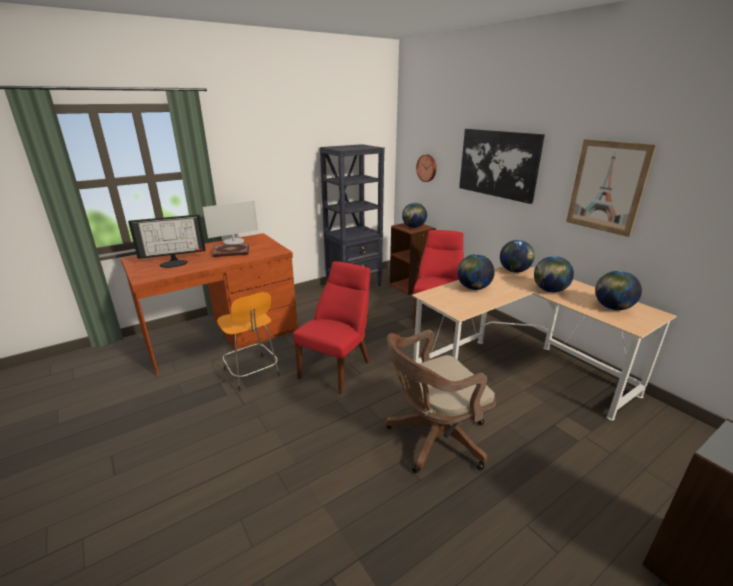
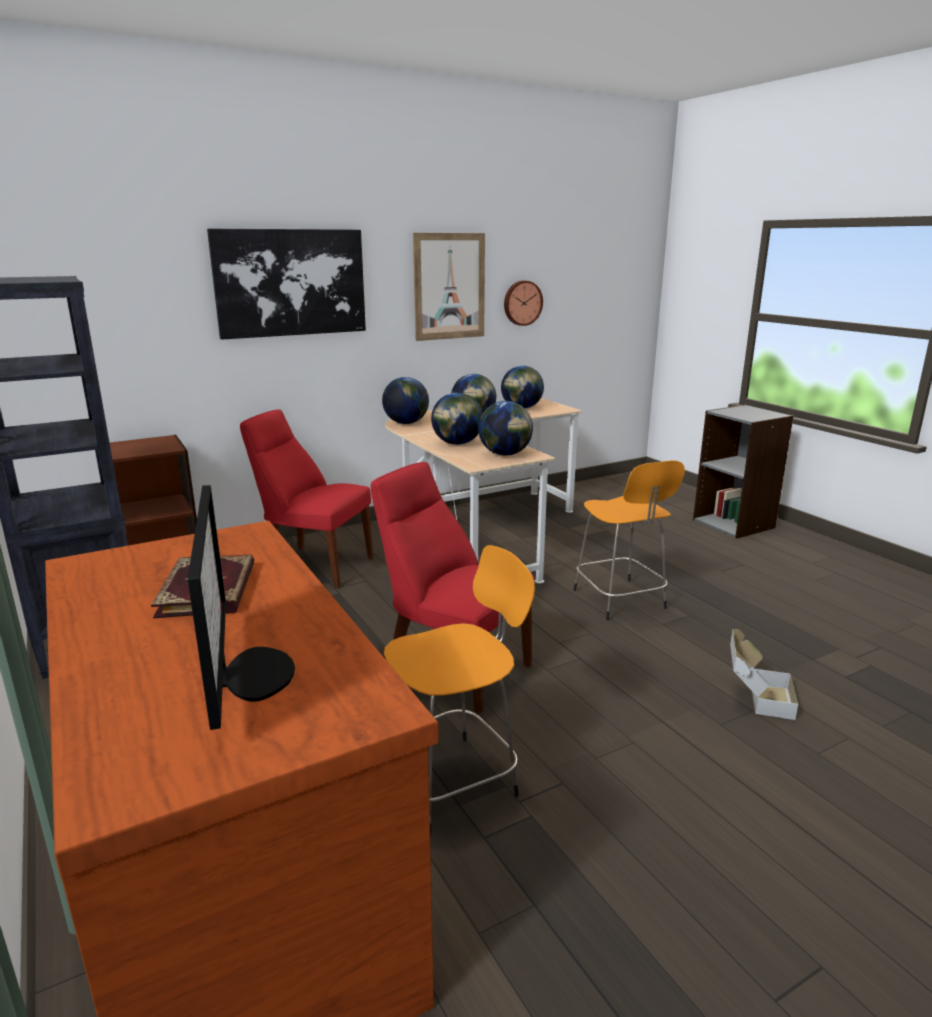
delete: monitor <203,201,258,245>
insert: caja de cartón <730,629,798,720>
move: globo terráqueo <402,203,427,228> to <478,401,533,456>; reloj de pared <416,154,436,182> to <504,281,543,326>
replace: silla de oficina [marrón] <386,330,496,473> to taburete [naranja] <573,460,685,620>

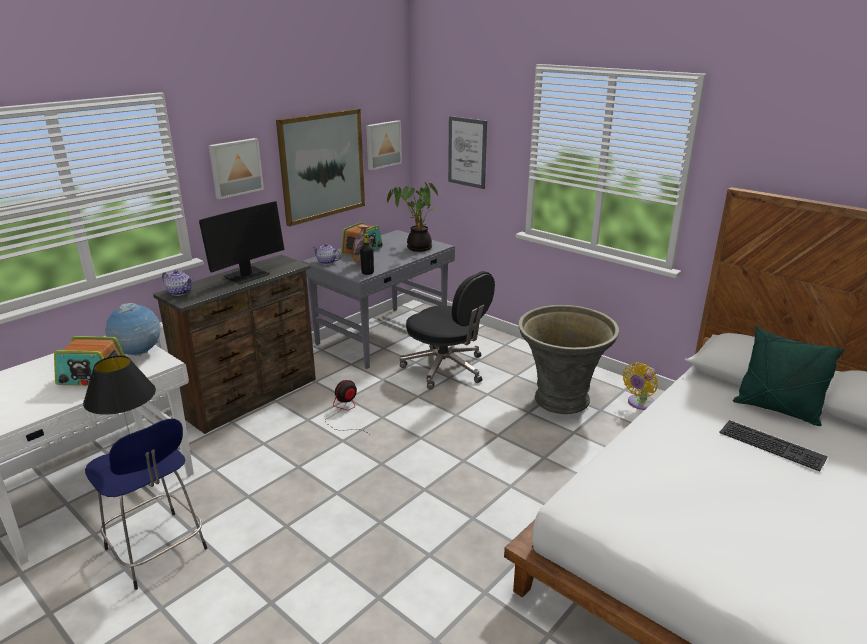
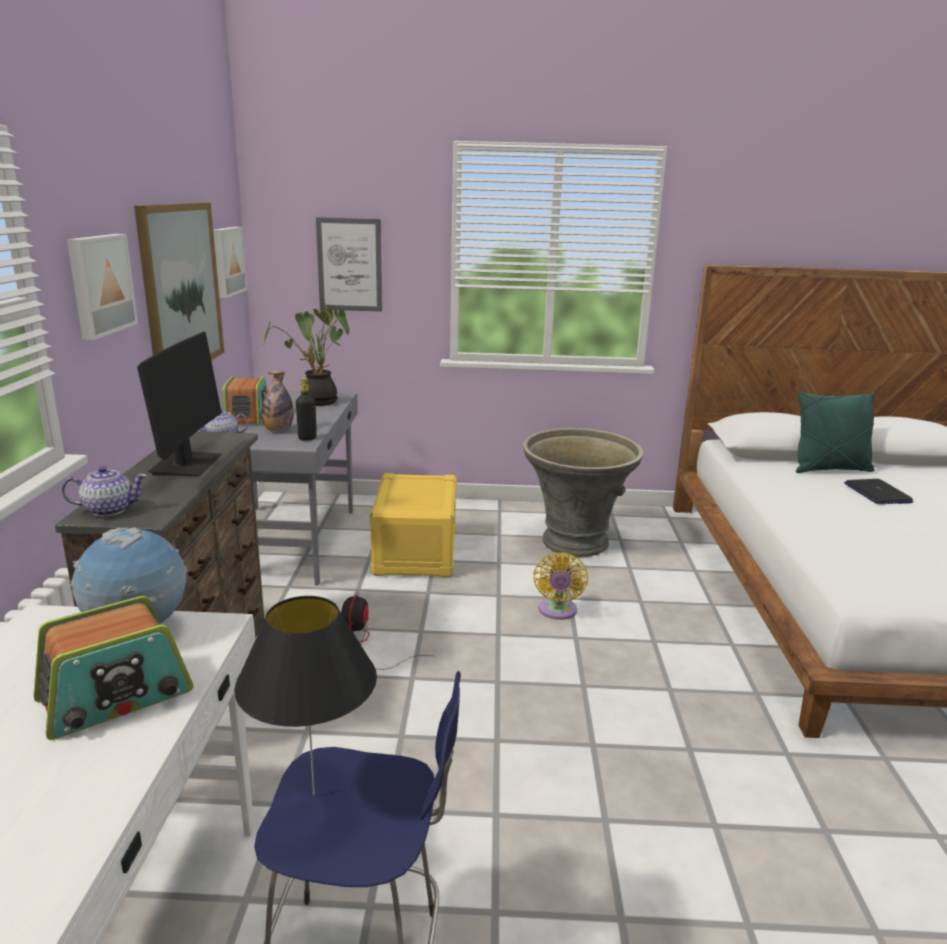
move: ventilador [amarillo] <623,362,658,410> to <533,552,588,620>
replace: silla de oficina [negro] <400,271,495,389> to caja de almacenaje [amarillo] <370,473,457,577>; teclado <719,420,828,471> to portátil <844,479,913,504>

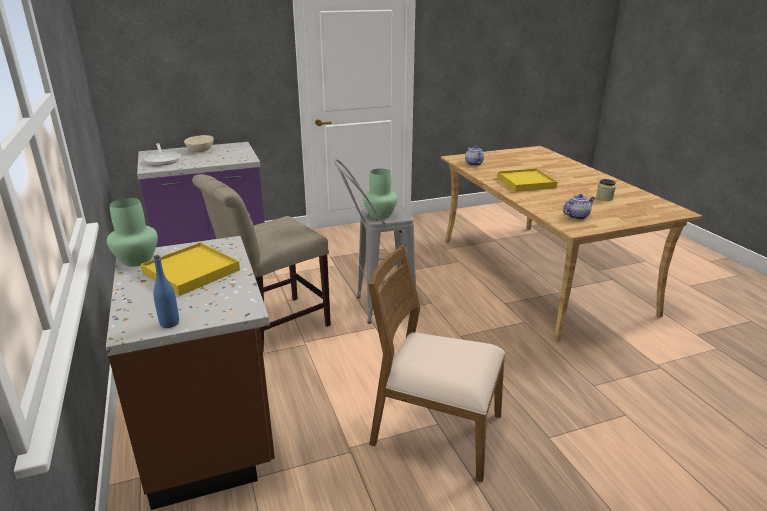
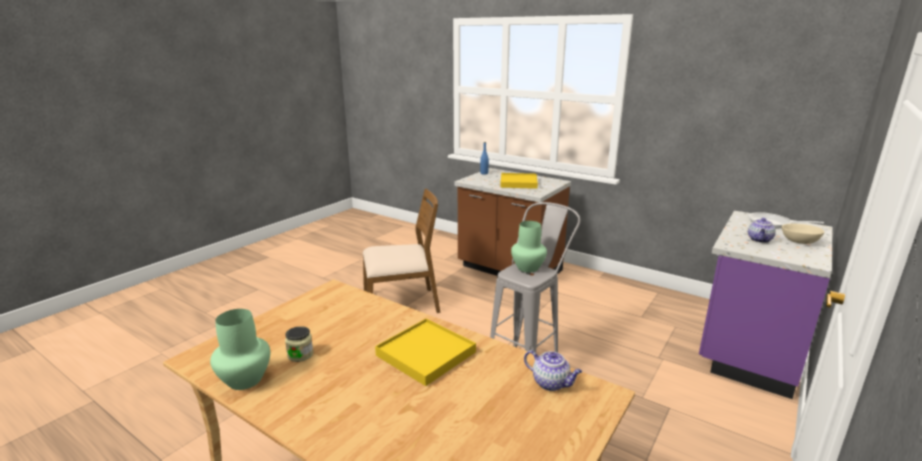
delete: silla [beis] <192,174,331,350>
move: florero [verde] <107,198,158,267> to <210,309,270,390>; tetera <563,194,595,220> to <748,218,776,243>

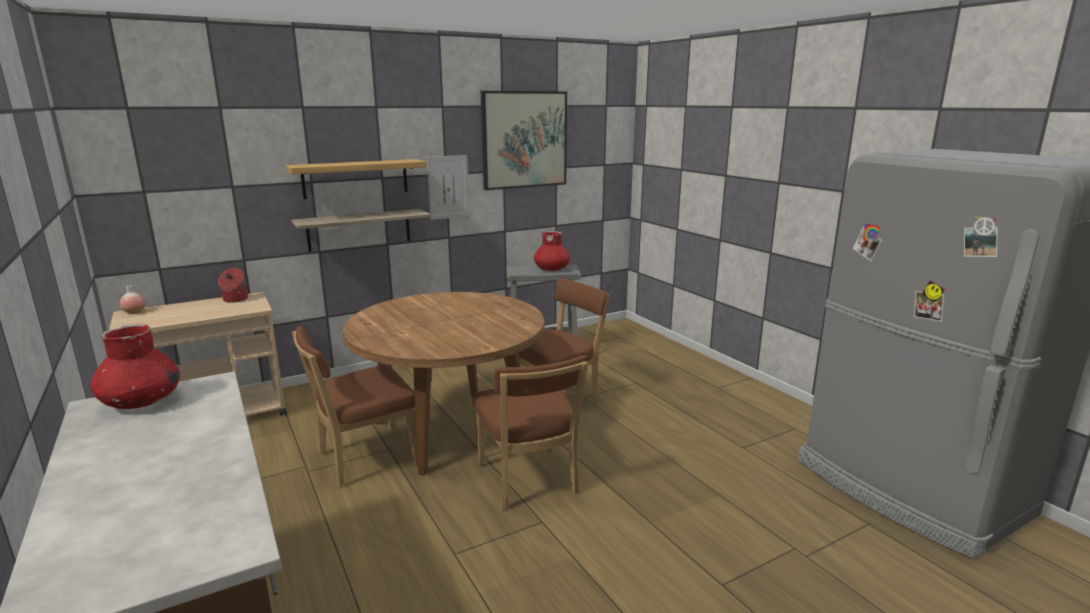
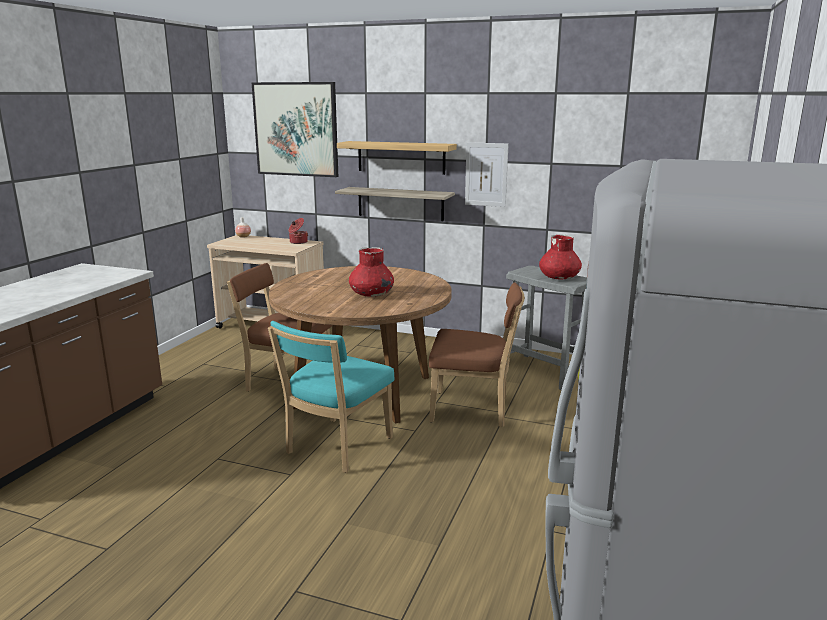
move: florero [rojo] <90,324,180,409> to <349,247,394,297>; cuadro <481,91,567,190> to <251,82,338,177>
recolor: silla [marrón] <473,355,588,509> to silla [turquesa] <268,321,395,473>

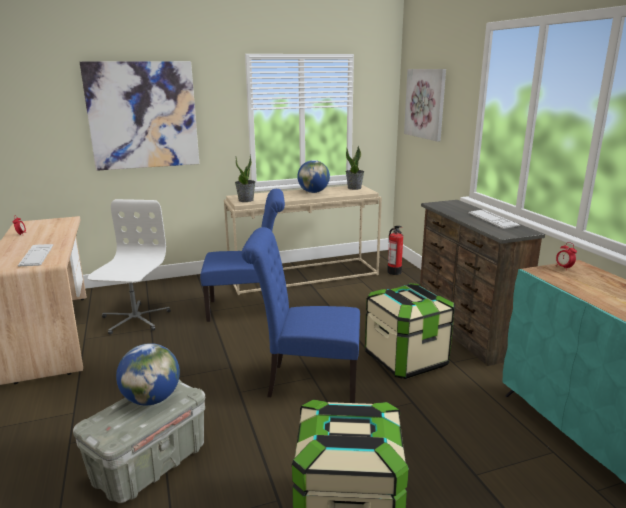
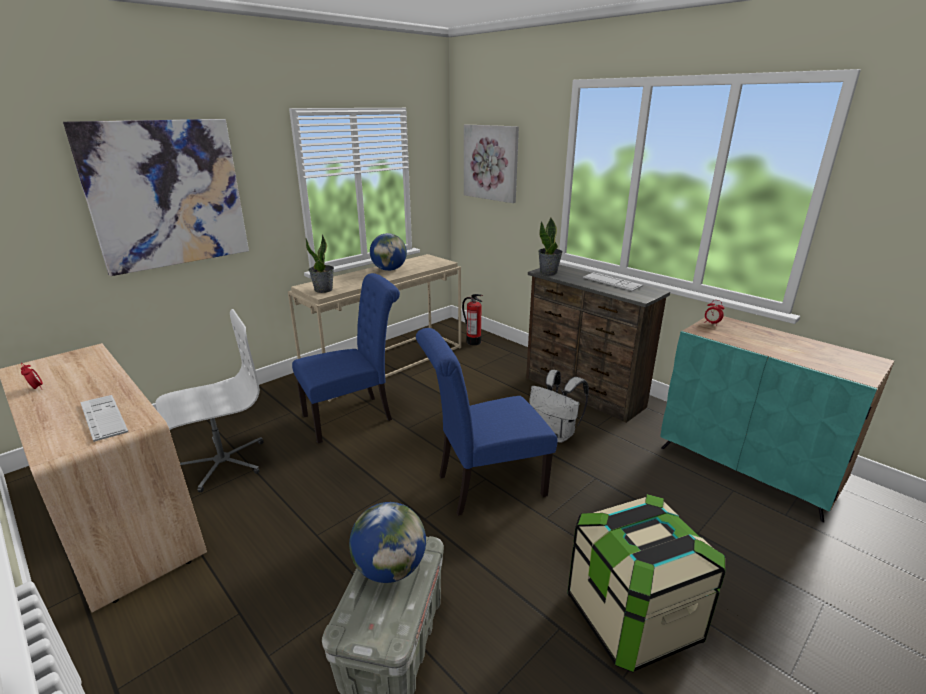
move: planta en maceta <346,145,364,190> to <538,218,563,275>
replace: caja de almacenaje <365,283,455,379> to mochila [blanco] <529,370,589,443>
rotate: silla de oficina [blanco] <88,199,171,335> = <155,309,264,492> 75 degrees clockwise

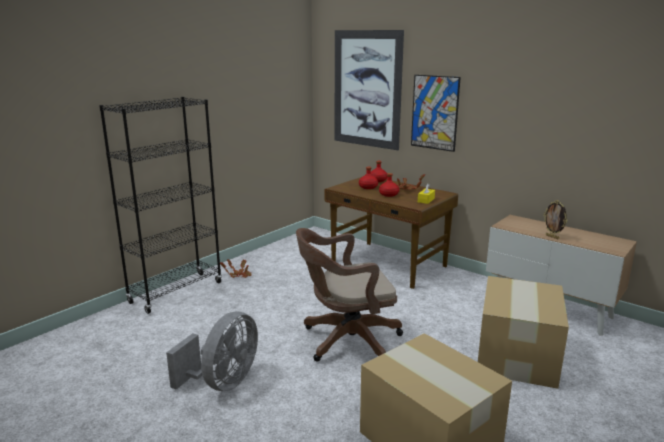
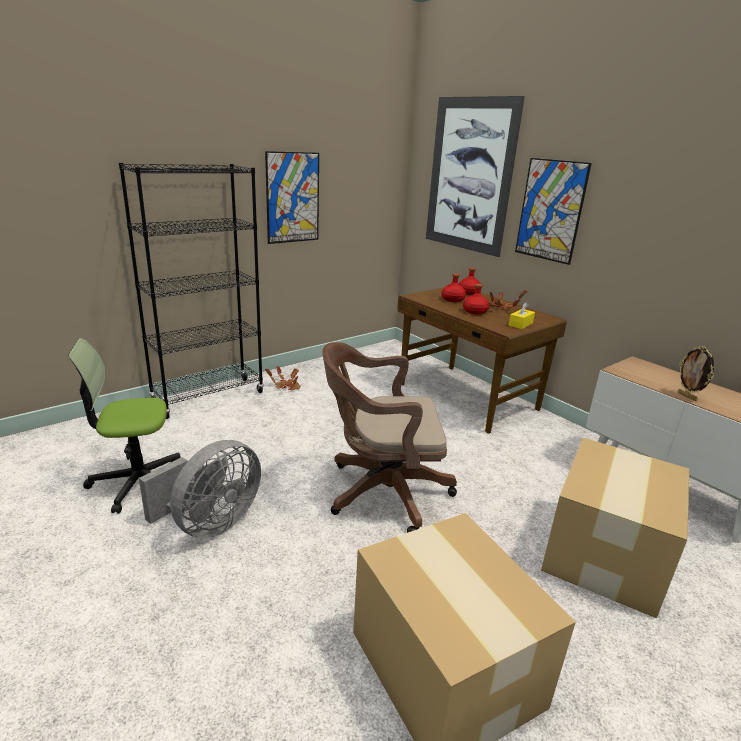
insert: silla de oficina <68,338,181,513>; cuadro <265,151,319,244>

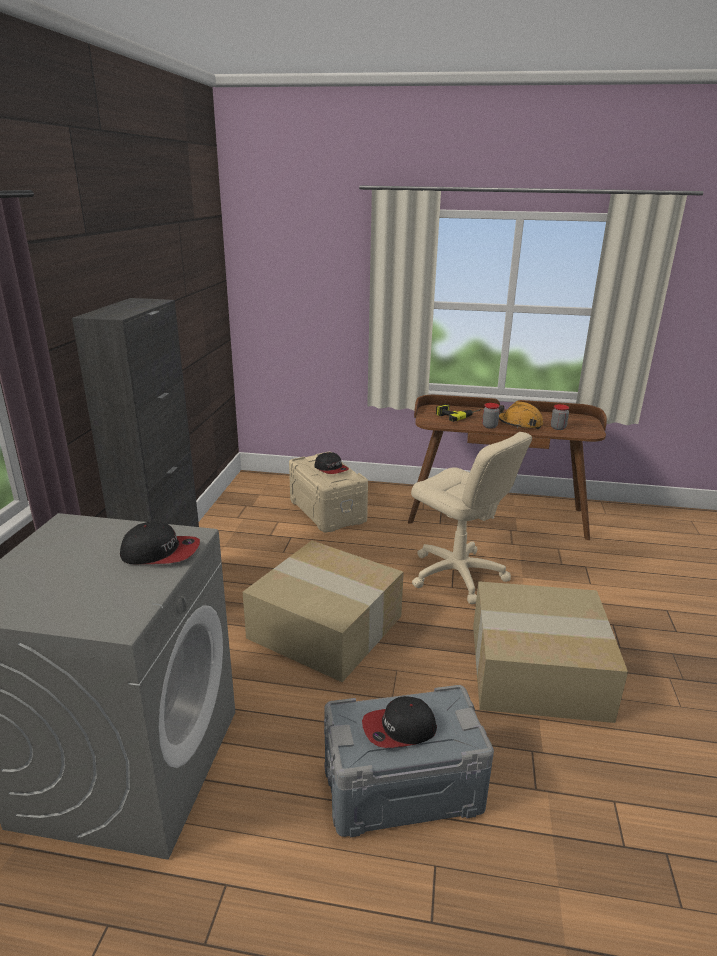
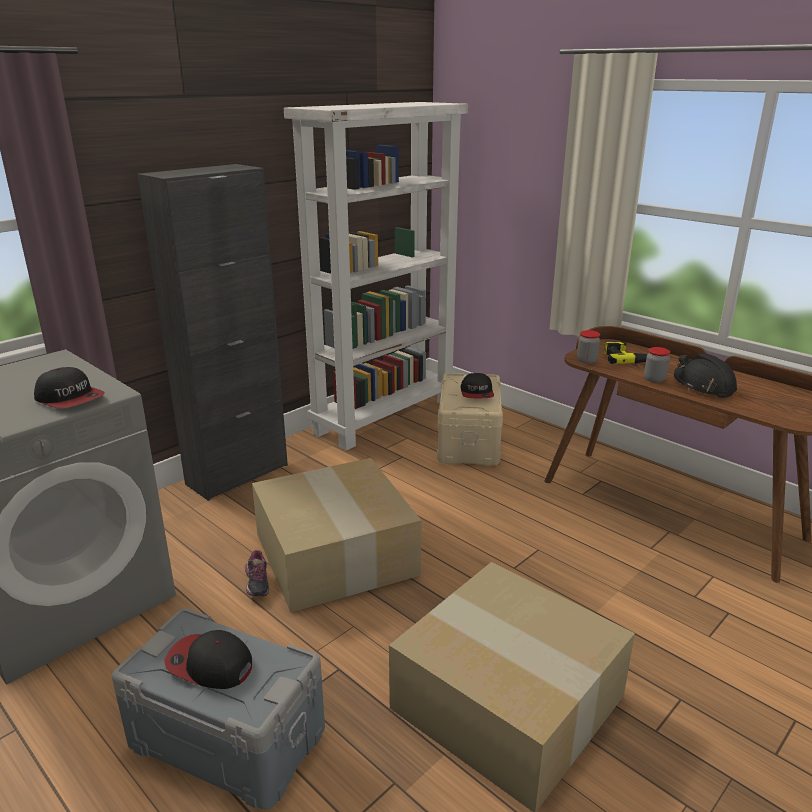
delete: silla de oficina [beis] <411,432,532,604>
insert: zapato <245,550,269,596>; estantería [blanco] <284,102,468,450>
move: tarro <551,404,569,430> to <577,330,600,364>
recolor: casco [naranja] <499,401,543,429> to casco [negro] <674,353,737,398>

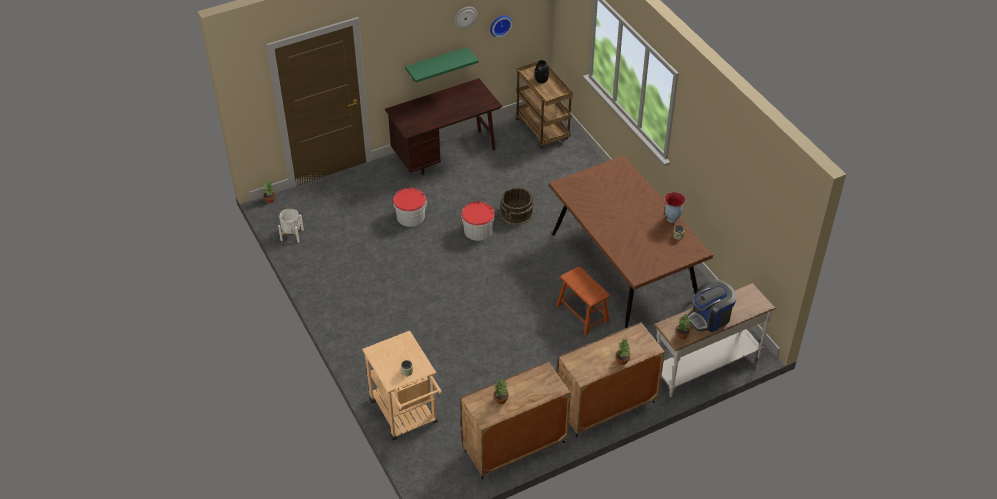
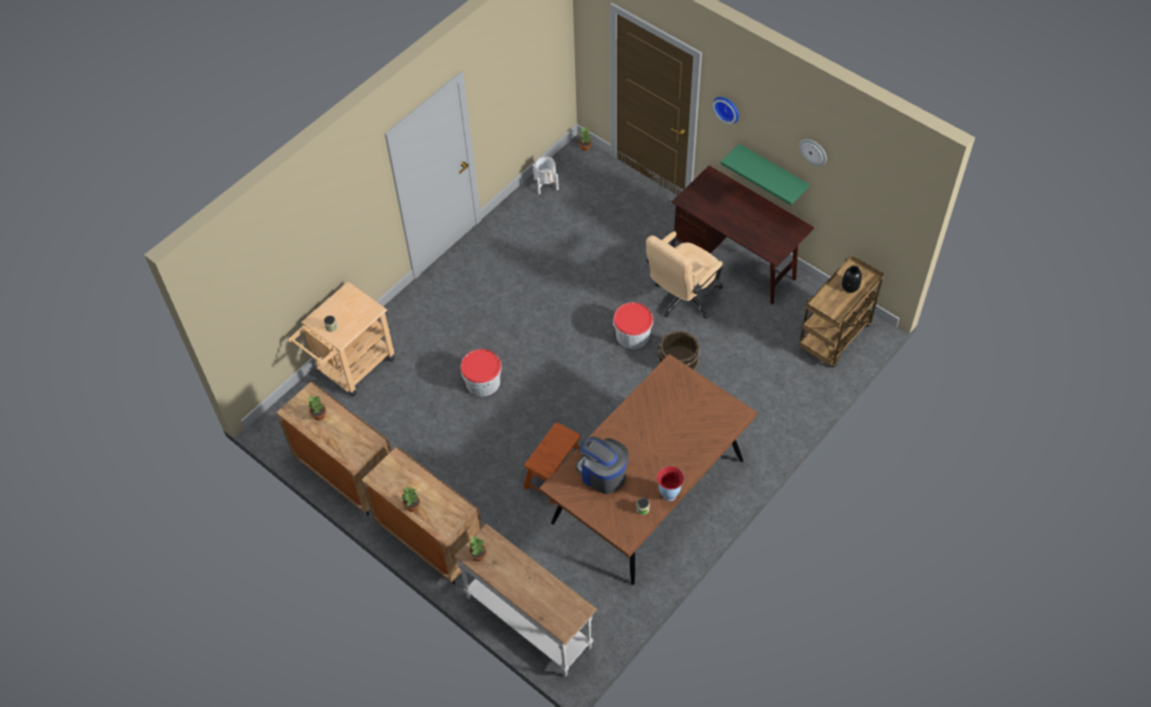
insert: silla de oficina [beis] <646,231,723,319>
move: cubo <393,188,427,227> to <460,349,502,397>; reloj de pared <490,15,512,37> to <713,97,739,124>; cafetera <687,279,736,332> to <576,437,629,494>

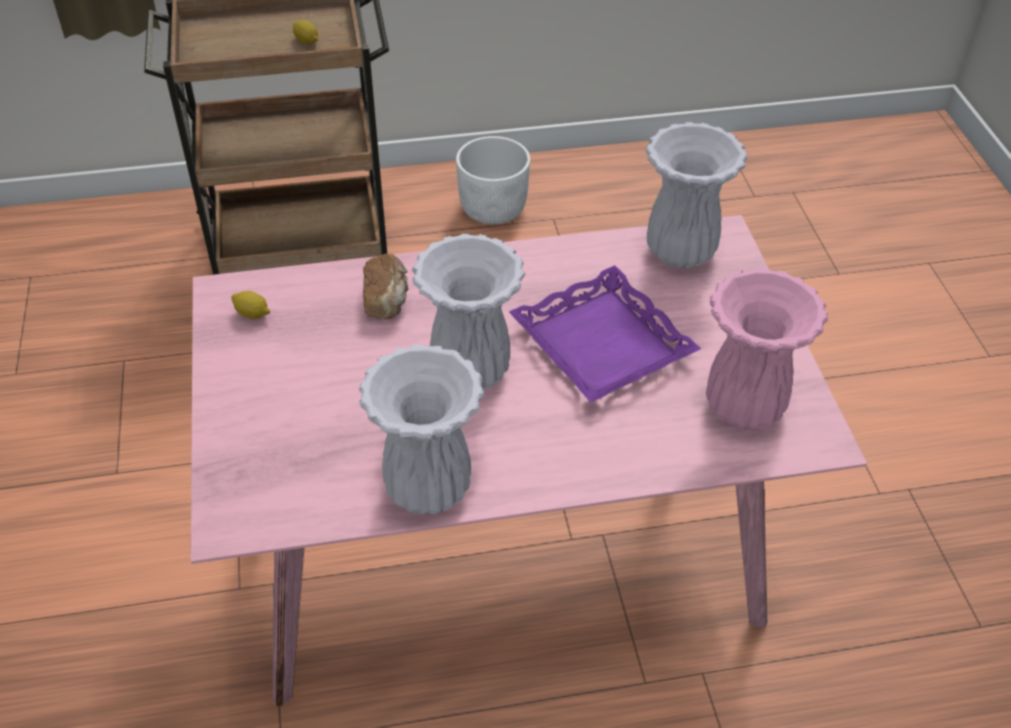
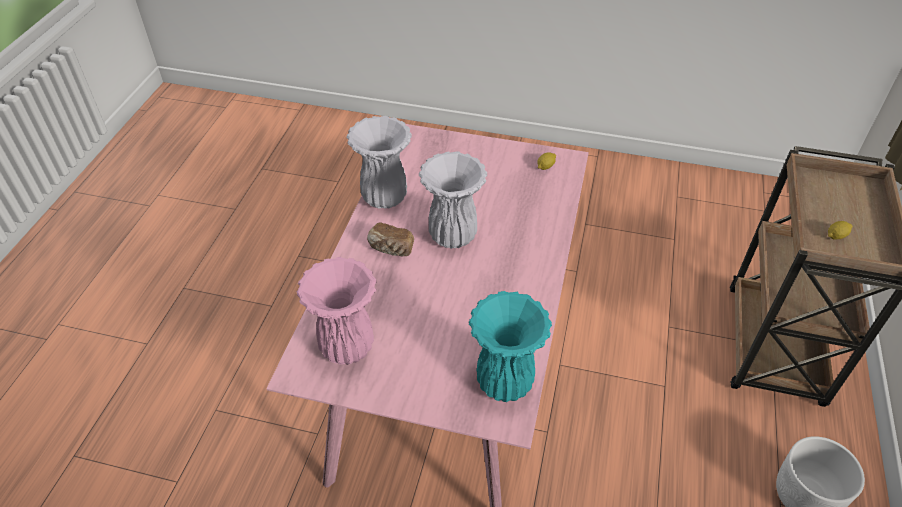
delete: bandeja [morado] <509,265,701,402>
move: pan <363,254,409,320> to <367,222,414,257>
recolor: florero [blanco] <646,122,748,268> to florero [turquesa] <469,291,552,402>

